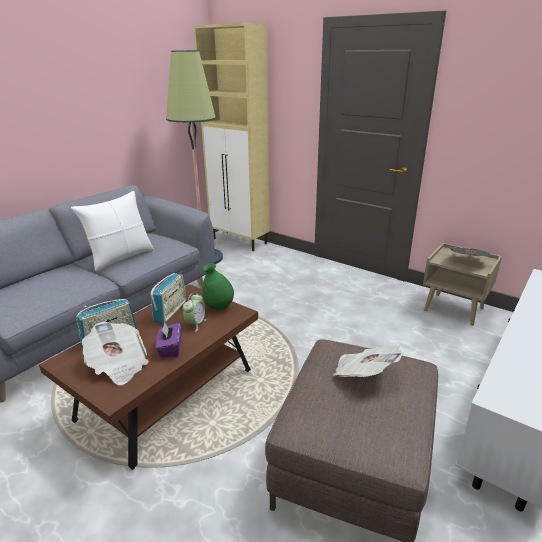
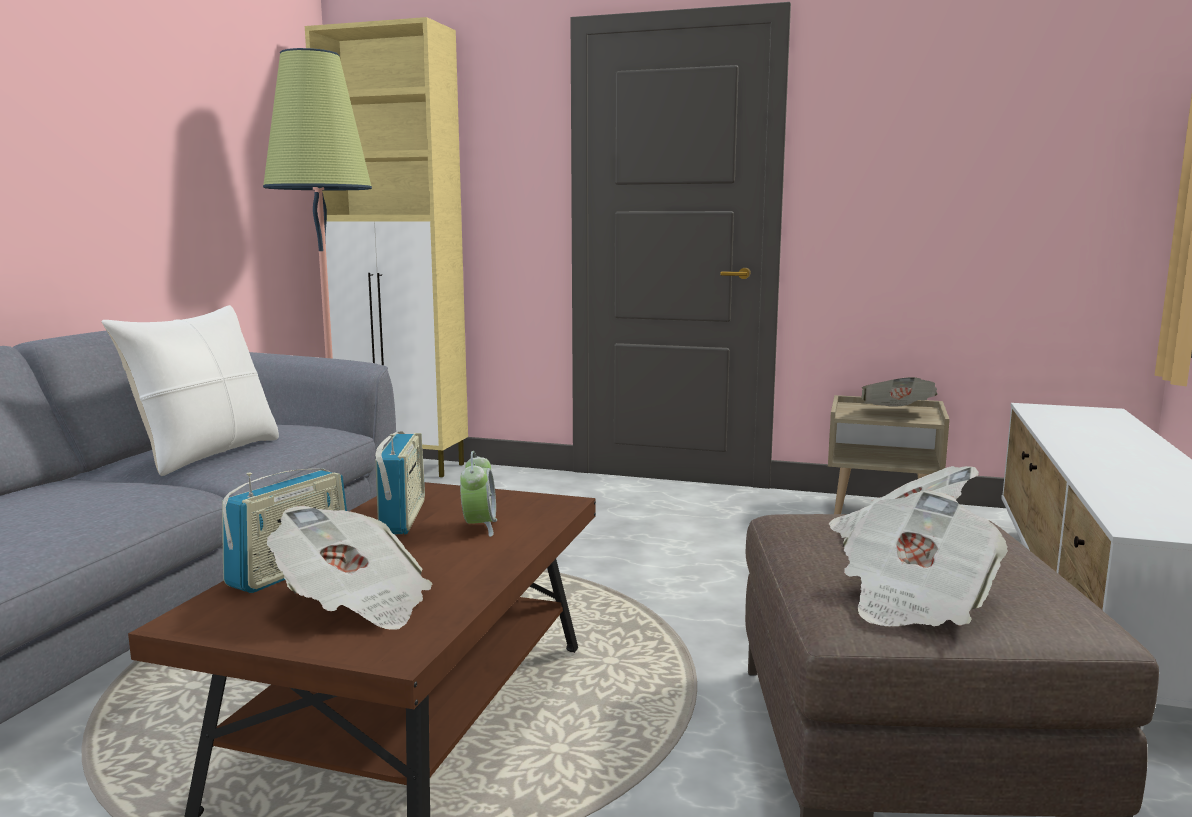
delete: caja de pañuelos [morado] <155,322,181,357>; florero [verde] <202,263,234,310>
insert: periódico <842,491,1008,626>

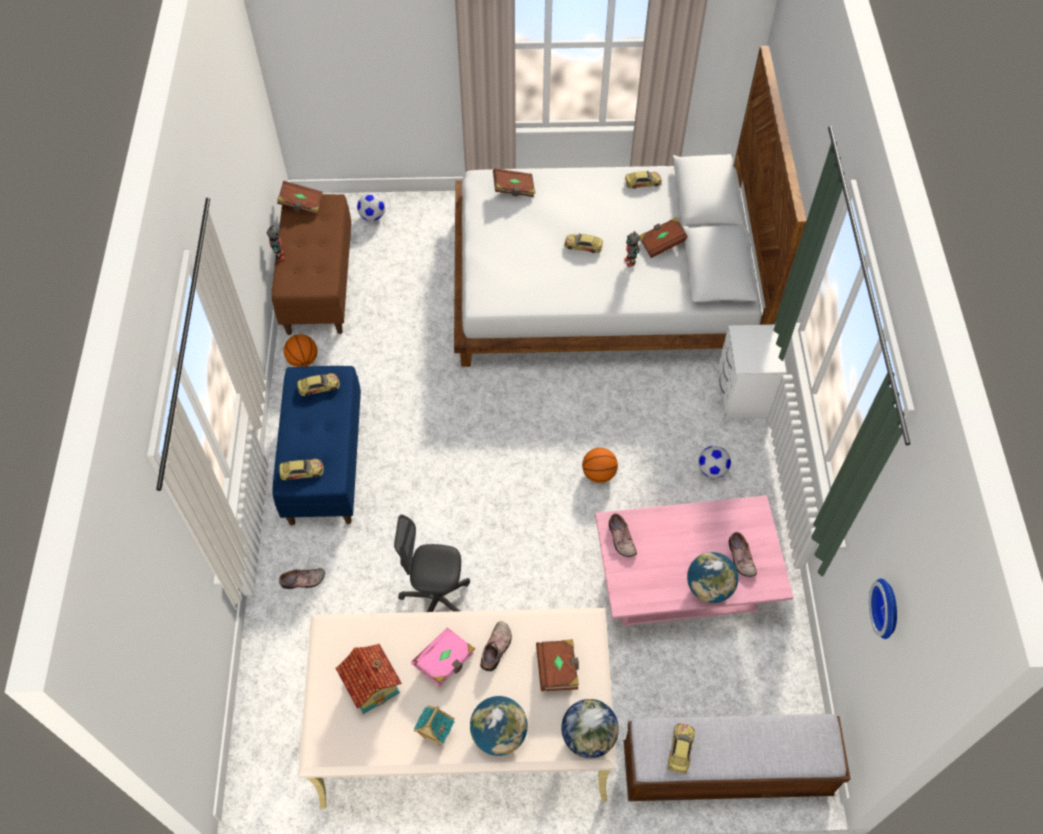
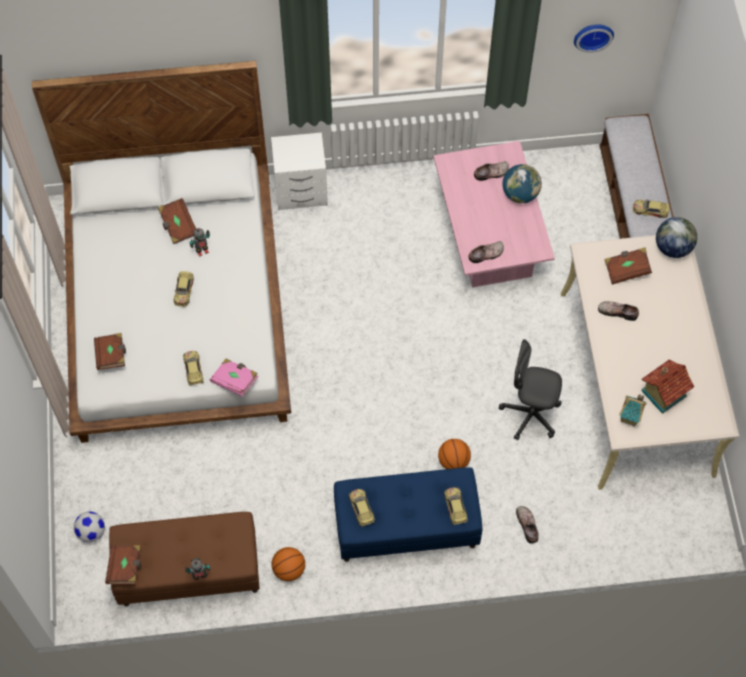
delete: globo terráqueo <470,696,528,756>; balón de fútbol <698,446,731,478>
move: libro [rosa] <411,628,476,687> to <210,359,259,396>; casita <414,705,455,746> to <619,394,647,426>; balón de baloncesto <582,448,618,483> to <438,439,471,469>; coche de juguete <625,170,662,189> to <183,351,203,386>
rotate: silla de oficina [gris] <394,515,470,612> = <499,339,562,440> 105 degrees clockwise

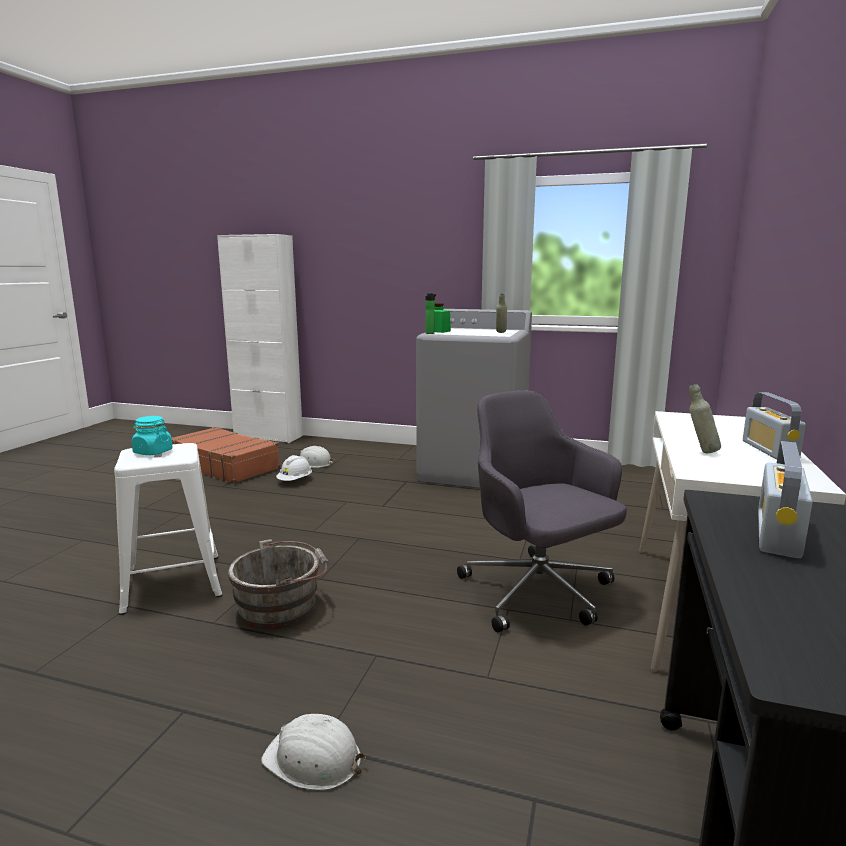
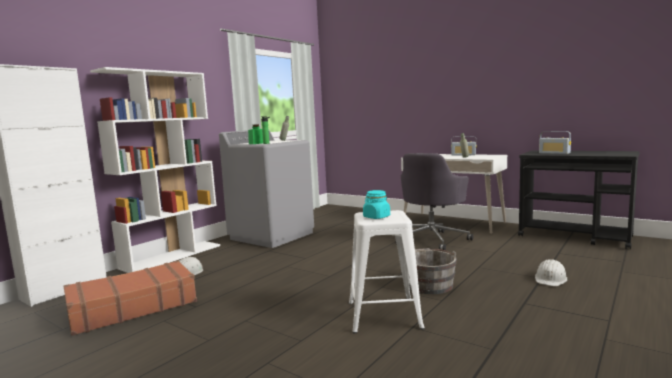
delete: casco [blanco] <276,455,312,481>
insert: estantería [blanco] <90,67,220,273>
rotate: silla de oficina [gris] <457,390,627,633> = <395,153,473,251> 45 degrees counterclockwise

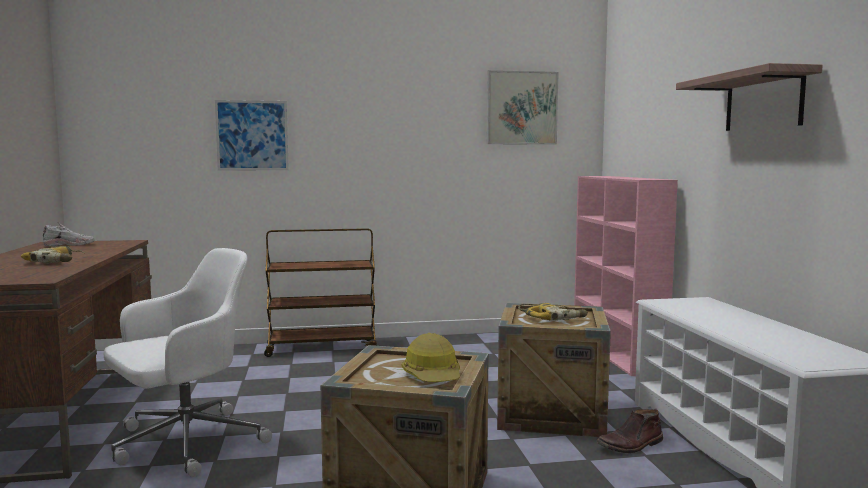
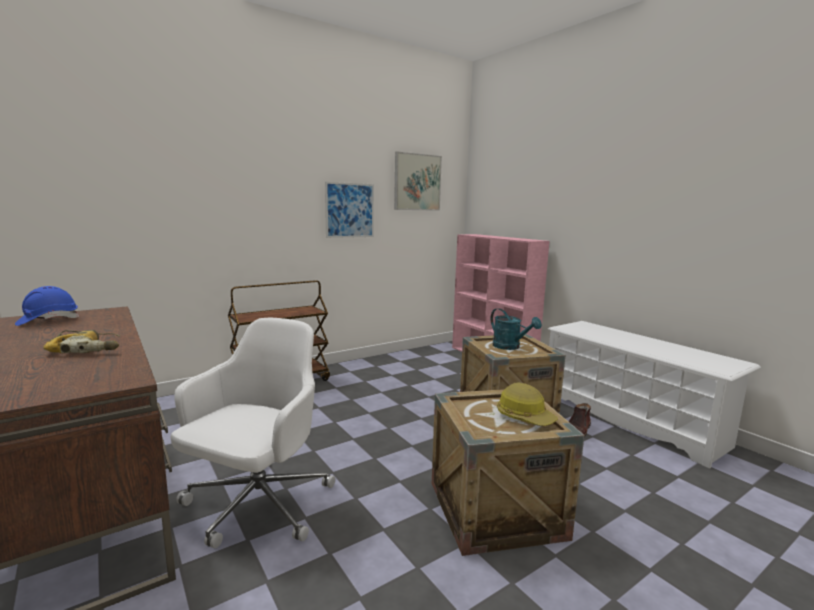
delete: estante <676,63,823,131>
move: cuadro <215,100,289,170> to <325,182,374,238>
replace: zapato [blanco] <43,222,94,246> to casco [azul] <15,286,80,326>; taladro <518,303,588,321> to regadera [turquesa] <490,308,542,350>

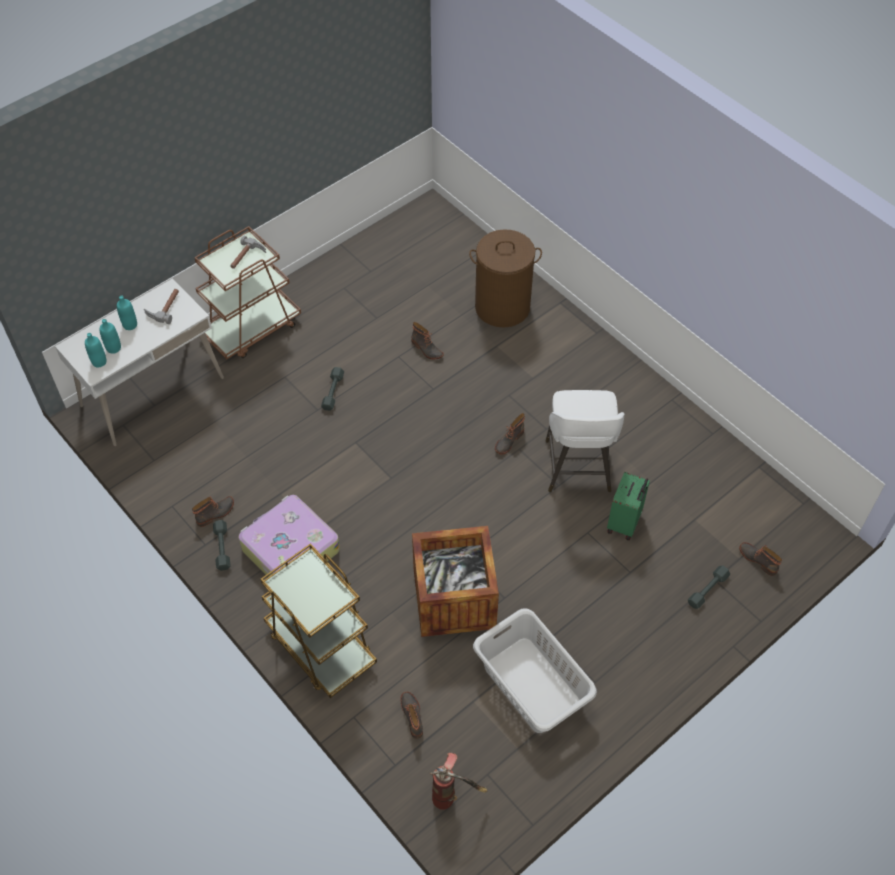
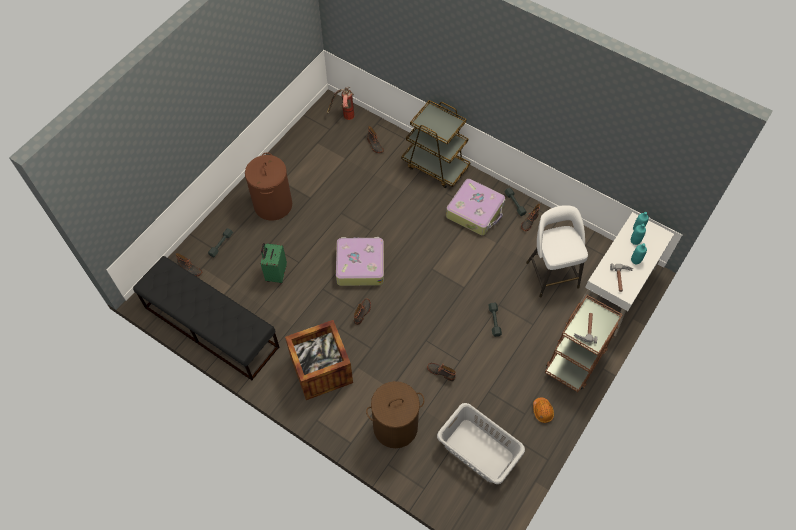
insert: banco [negro] <133,256,279,380>; cesto de la ropa [marrón] <245,152,292,221>; maleta <336,237,384,286>; casco [naranja] <533,397,554,423>
move: caja de embalaje <412,526,499,637> to <285,320,353,400>; cesto de la ropa [gris] <473,608,597,733> to <437,403,525,484>; taburete [blanco] <545,390,624,492> to <526,205,588,298>

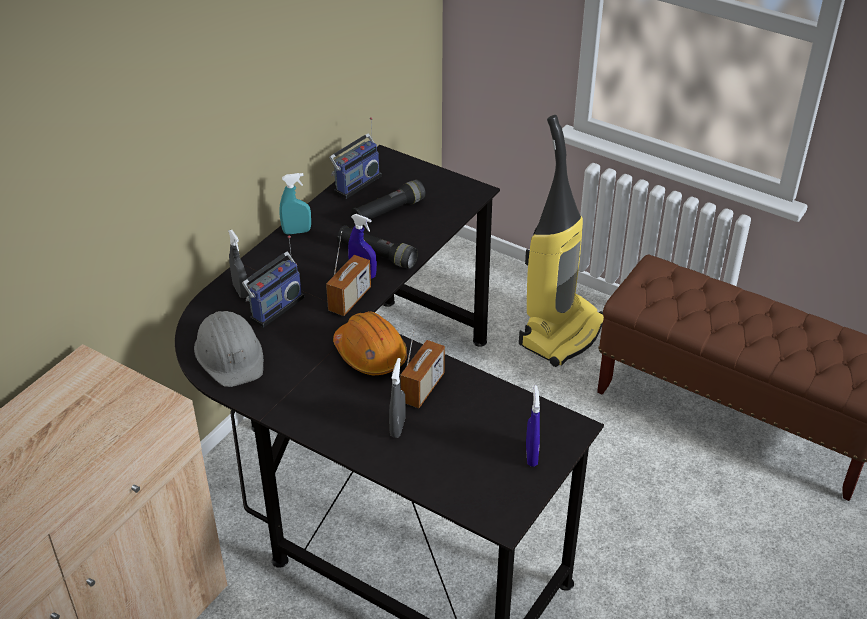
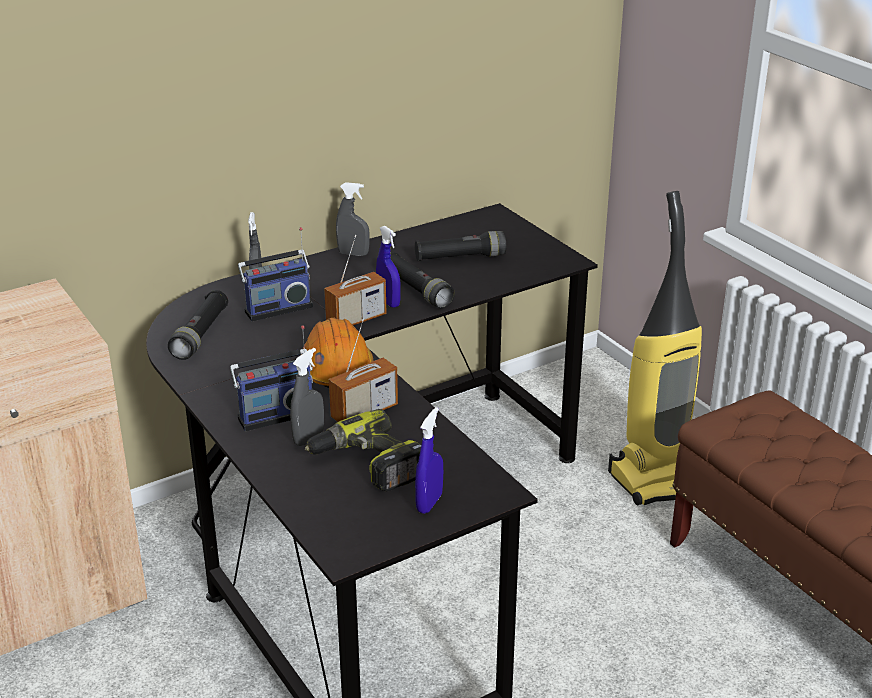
insert: taladro <305,409,422,492>
move: radio <329,117,381,199> to <230,325,313,431>
replace: casco [gris] <194,311,263,387> to linterna [negro] <168,290,228,360>
recolor: pulverizador [turquesa] <279,173,311,235> to pulverizador [gris] <336,182,369,256>

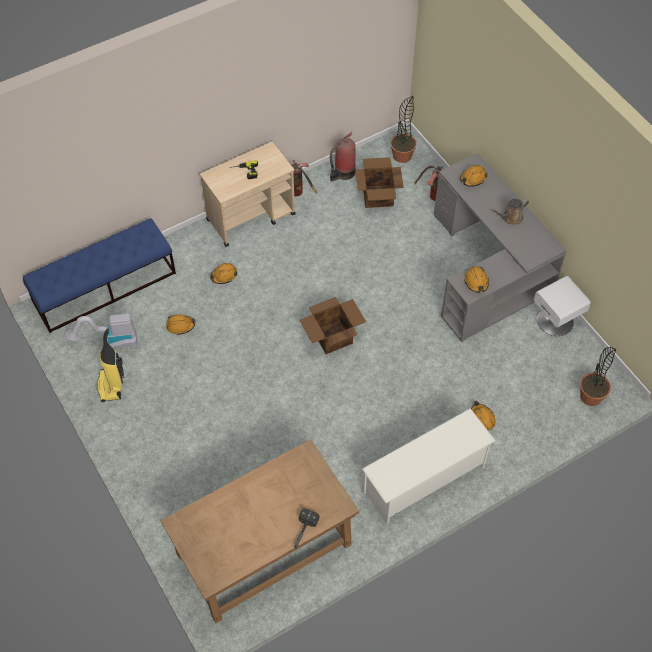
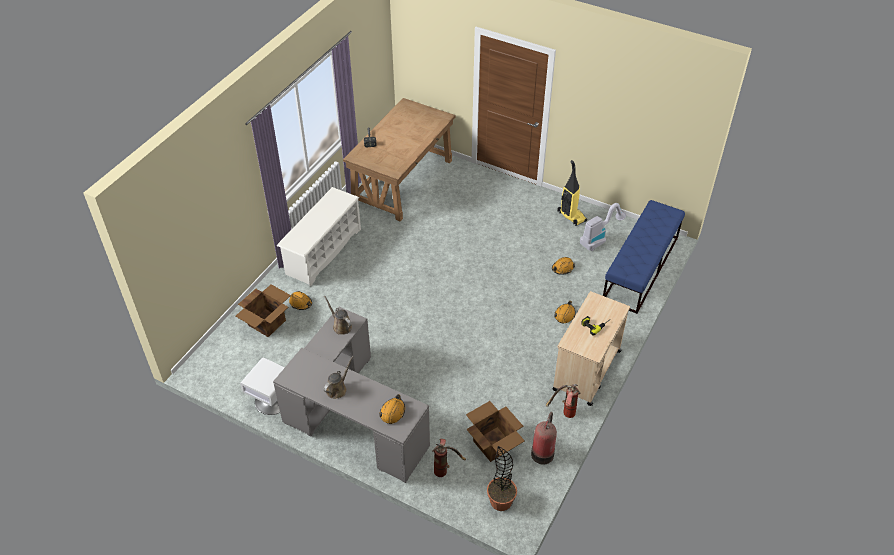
delete: planta en maceta <580,347,616,406>
move: caja de cartón <299,297,366,354> to <236,284,291,337>
replace: casco [naranja] <464,266,489,293> to regadera [marrón] <324,295,352,335>

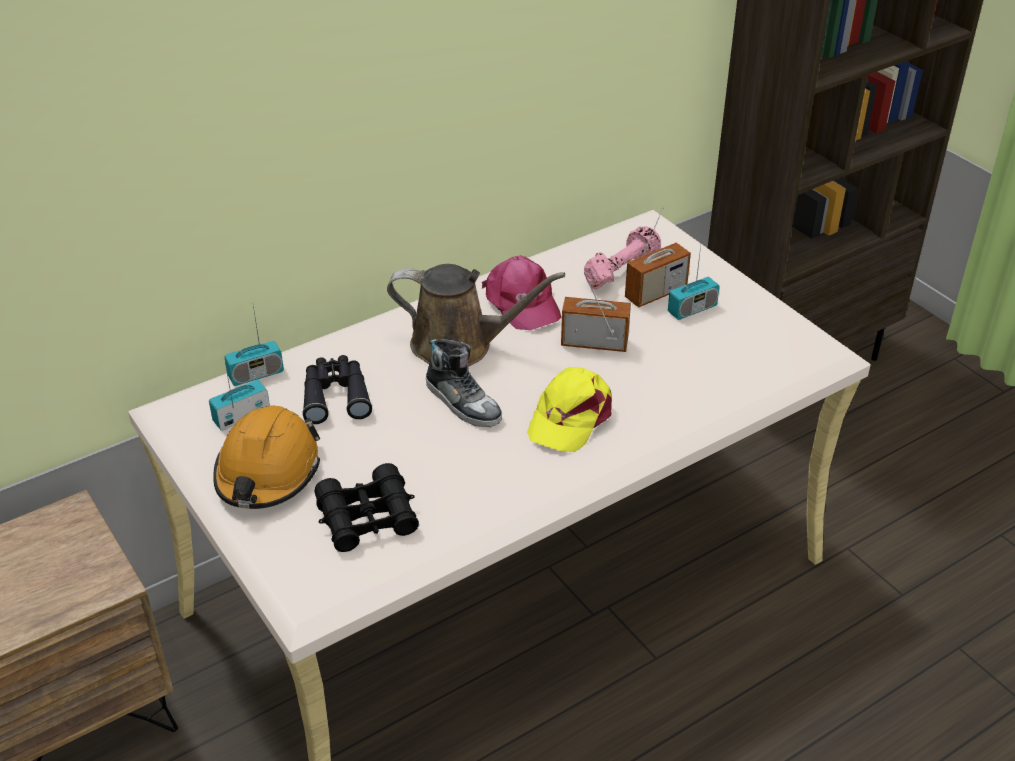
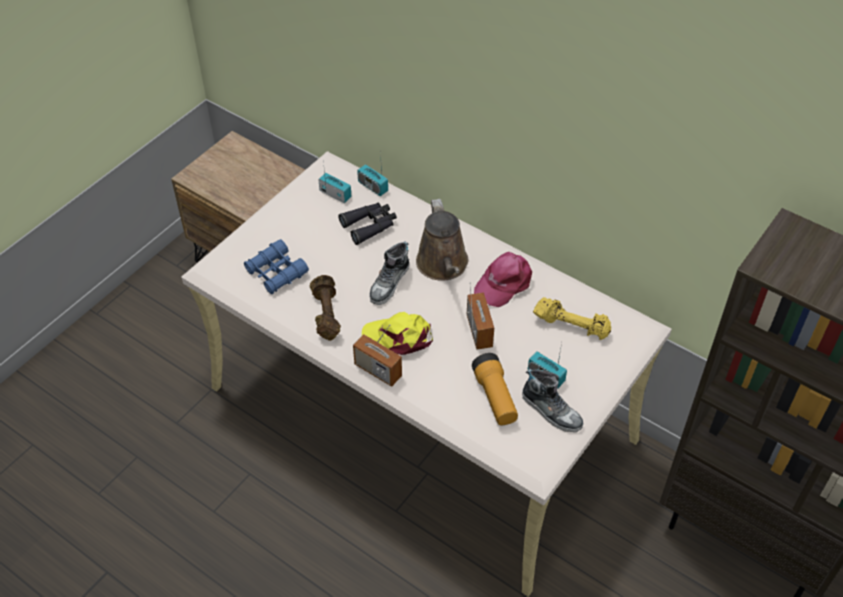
delete: casco [naranja] <213,405,320,509>
insert: mancuerna [marrón] <310,275,341,341>; linterna <472,353,518,425>; zapato <522,369,583,432>
move: radio <625,206,691,307> to <353,325,402,387>
recolor: prismáticos [negro] <314,463,419,552> to prismáticos [azul] <244,239,309,294>; mancuerna [rosa] <584,226,661,289> to mancuerna [amarillo] <533,297,611,340>

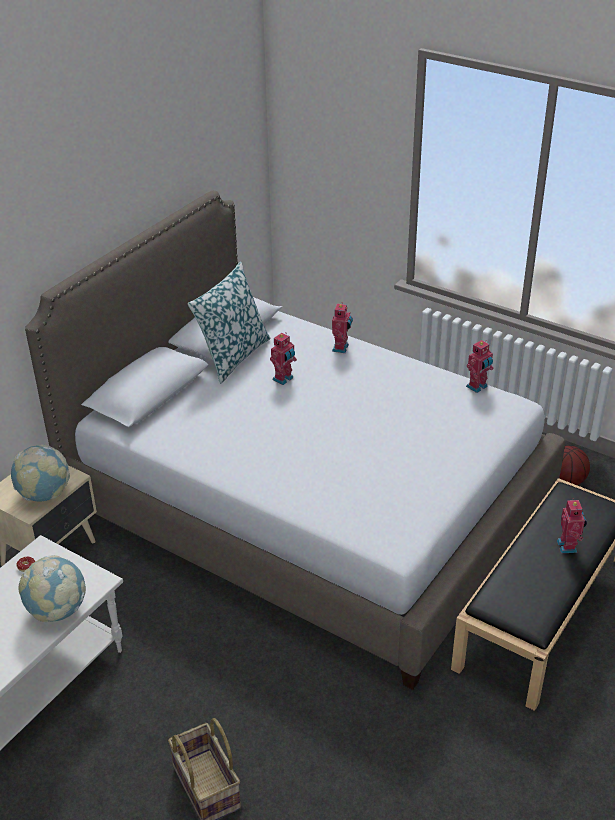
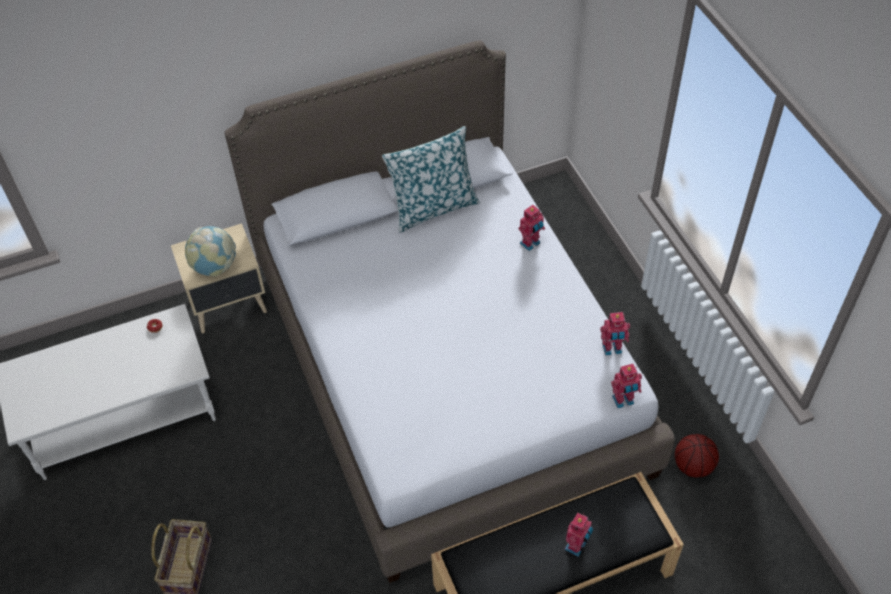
delete: globo terráqueo <18,555,86,622>
move: robot de juguete <270,333,297,385> to <611,364,642,408>

